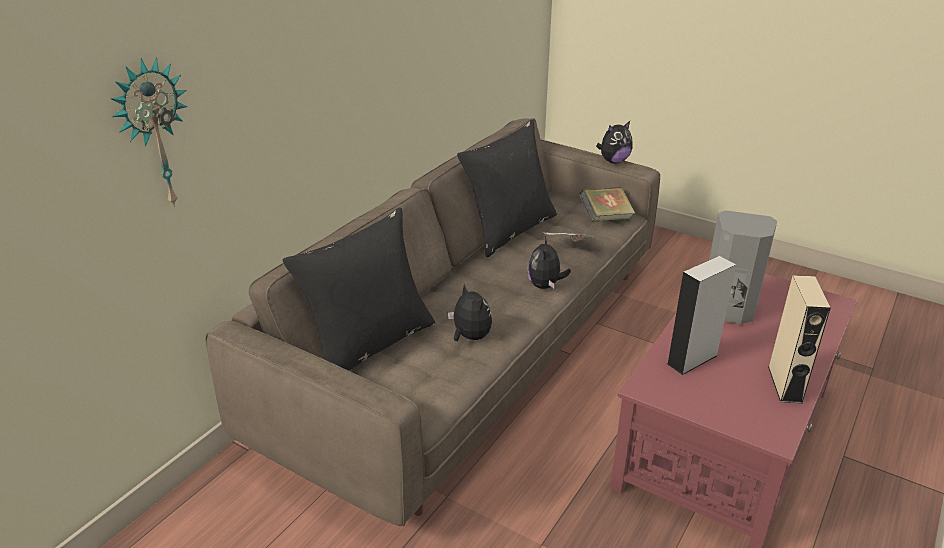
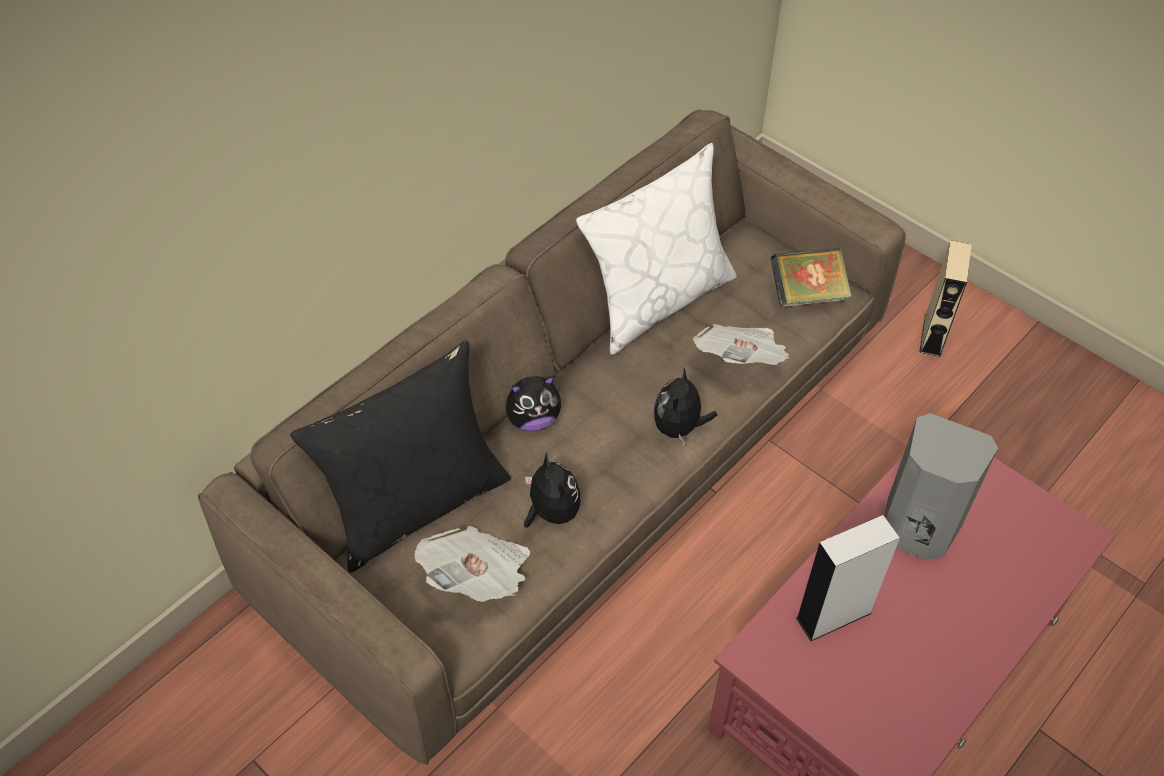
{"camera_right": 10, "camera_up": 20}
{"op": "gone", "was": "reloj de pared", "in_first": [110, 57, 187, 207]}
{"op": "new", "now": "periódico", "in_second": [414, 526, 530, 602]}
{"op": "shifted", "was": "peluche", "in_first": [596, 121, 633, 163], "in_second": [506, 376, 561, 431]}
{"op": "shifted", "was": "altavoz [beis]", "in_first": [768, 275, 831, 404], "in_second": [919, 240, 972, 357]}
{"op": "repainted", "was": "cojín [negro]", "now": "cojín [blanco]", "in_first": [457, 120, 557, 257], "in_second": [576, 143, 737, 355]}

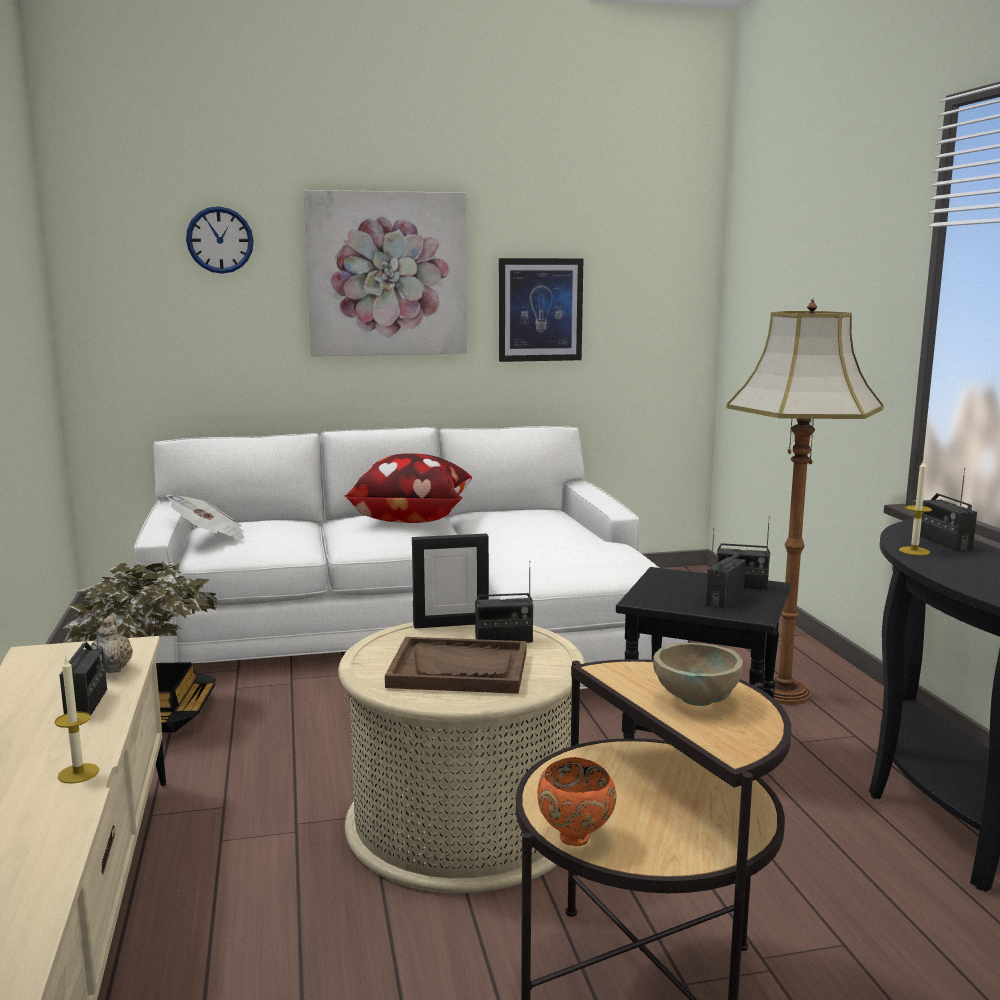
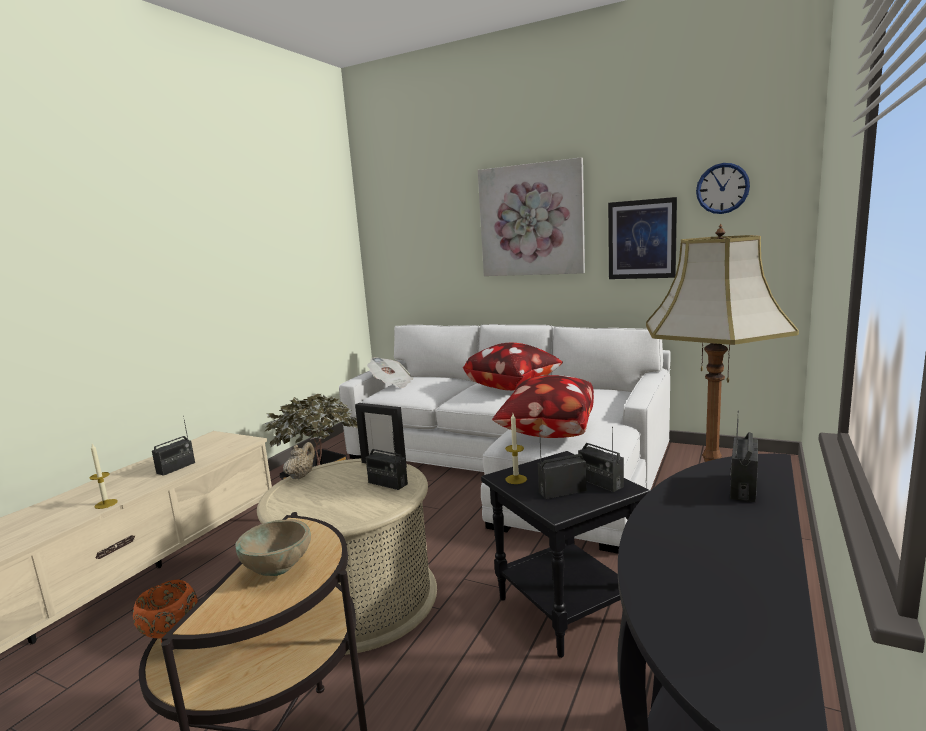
{"camera_right": 40, "camera_up": 0}
{"op": "gone", "was": "bandeja [marrón]", "in_first": [385, 637, 527, 694]}
{"op": "new", "now": "cojín", "in_second": [492, 375, 594, 438]}
{"op": "shifted", "was": "tetera [beis]", "in_first": [91, 616, 133, 673], "in_second": [283, 442, 315, 479]}
{"op": "shifted", "was": "reloj de pared", "in_first": [186, 206, 254, 274], "in_second": [696, 163, 750, 214]}
{"op": "shifted", "was": "vela", "in_first": [899, 460, 932, 555], "in_second": [505, 414, 527, 484]}

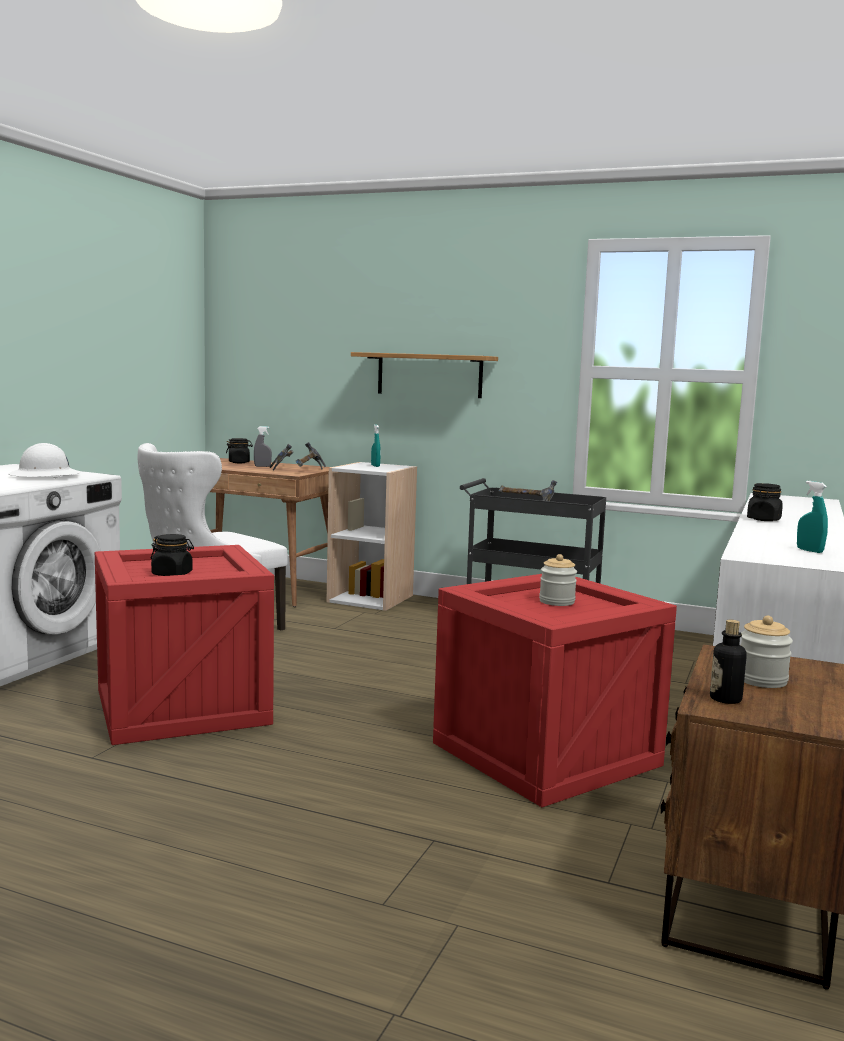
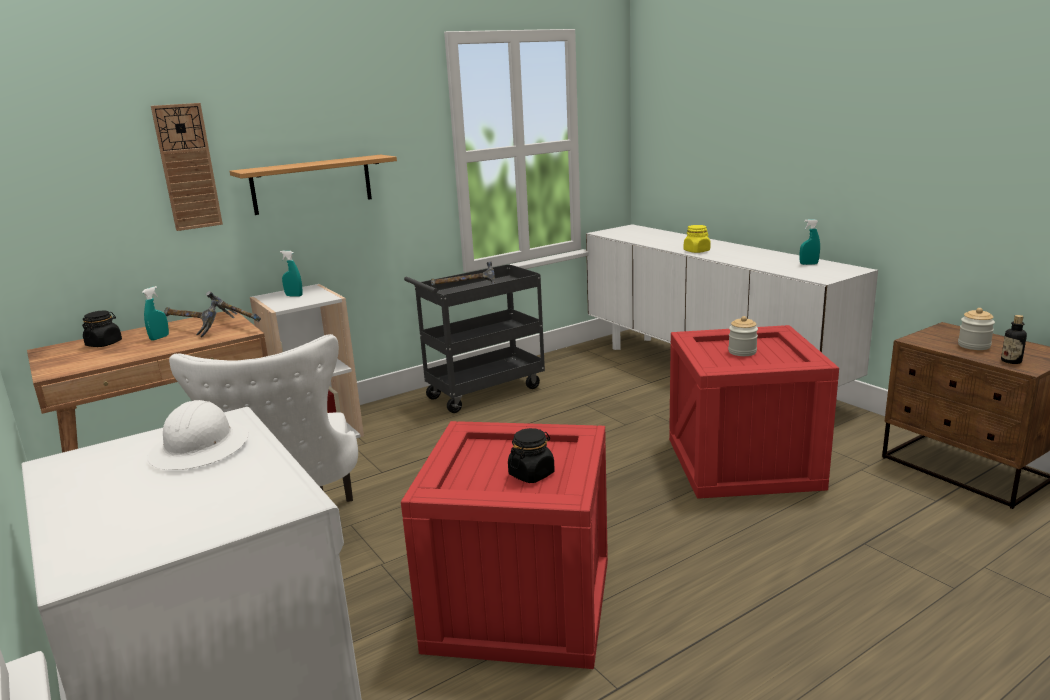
{"camera_right": -55, "camera_up": 10}
{"op": "new", "now": "reloj de pared", "in_second": [151, 103, 223, 231]}
{"op": "repainted", "was": "pulverizador [gris]", "now": "pulverizador [turquesa]", "in_first": [254, 426, 272, 467], "in_second": [142, 286, 169, 341]}
{"op": "repainted", "was": "tarro [negro]", "now": "tarro [amarillo]", "in_first": [747, 483, 783, 521], "in_second": [684, 225, 710, 253]}

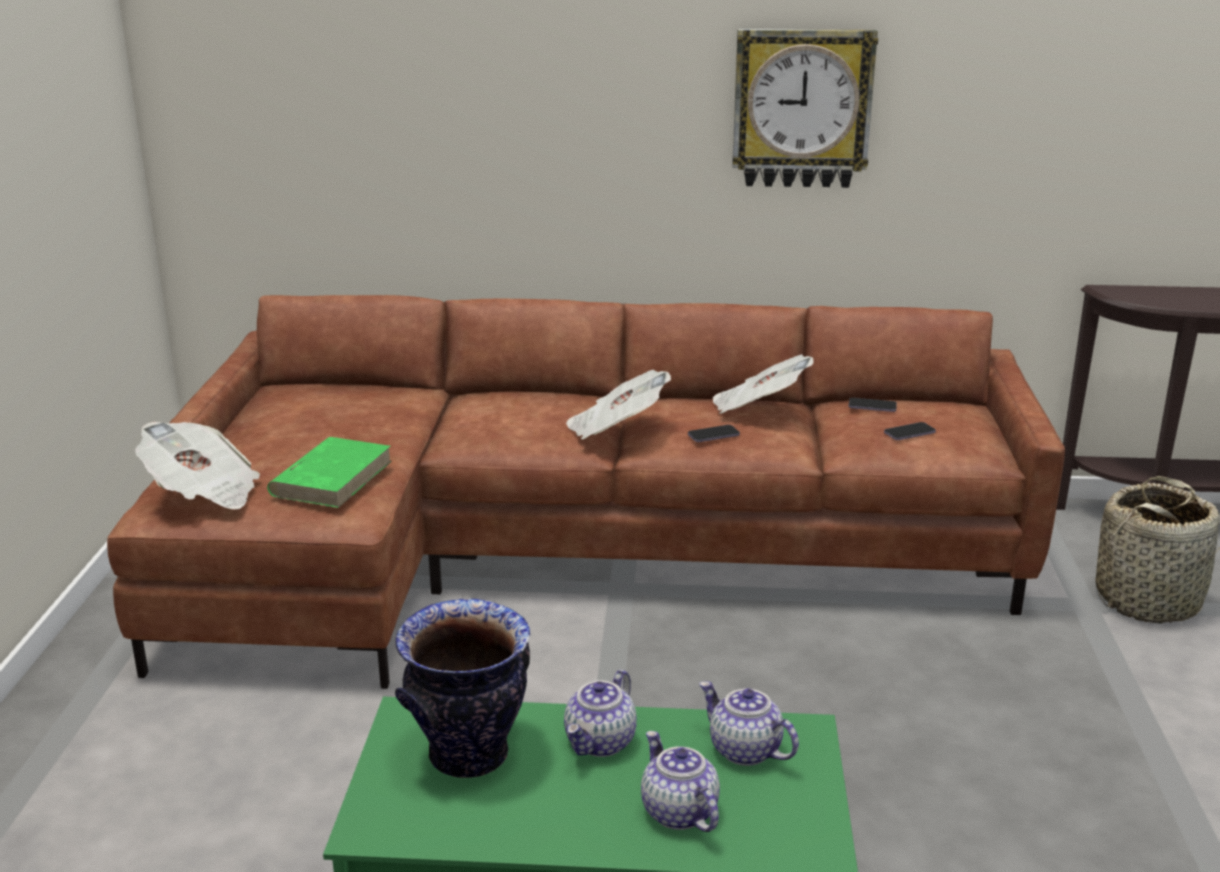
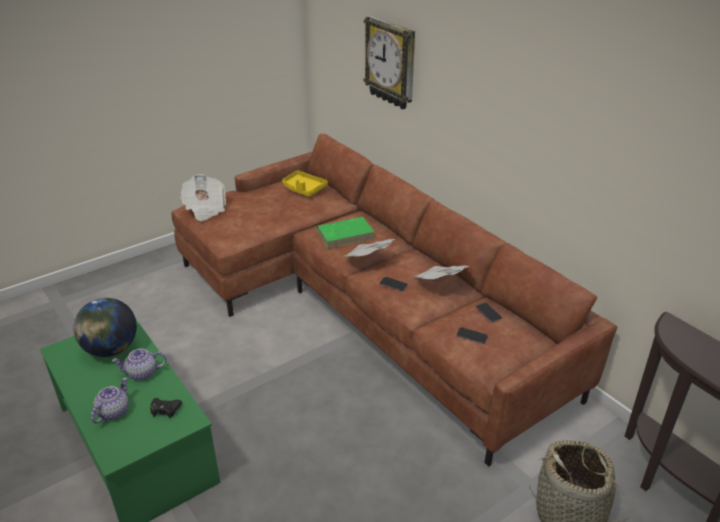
{"camera_right": 50, "camera_up": 10}
{"op": "new", "now": "bandeja [amarillo]", "in_second": [282, 170, 328, 197]}
{"op": "shifted", "was": "libro [verde]", "in_first": [267, 437, 392, 508], "in_second": [317, 217, 375, 248]}
{"op": "shifted", "was": "reloj de pared", "in_first": [732, 29, 878, 188], "in_second": [364, 15, 415, 109]}
{"op": "swapped", "was": "florero", "now": "globo terráqueo", "in_first": [395, 599, 530, 778], "in_second": [74, 298, 137, 357]}
{"op": "swapped", "was": "tetera", "now": "mando de consola [negro]", "in_first": [699, 681, 799, 766], "in_second": [150, 398, 182, 418]}

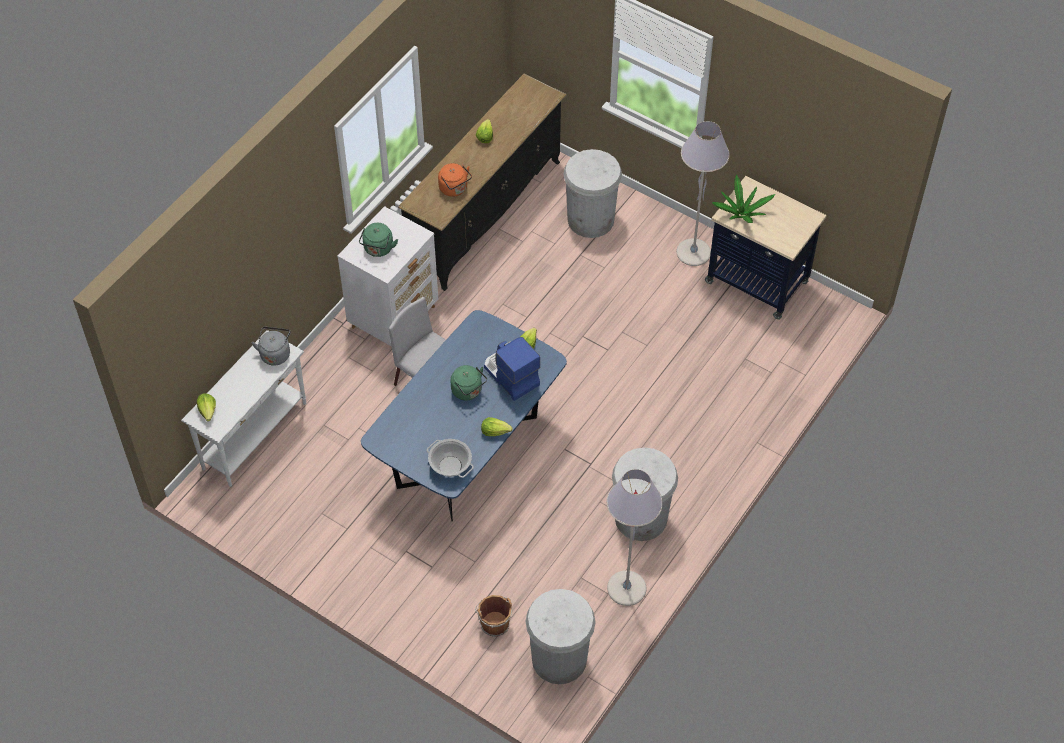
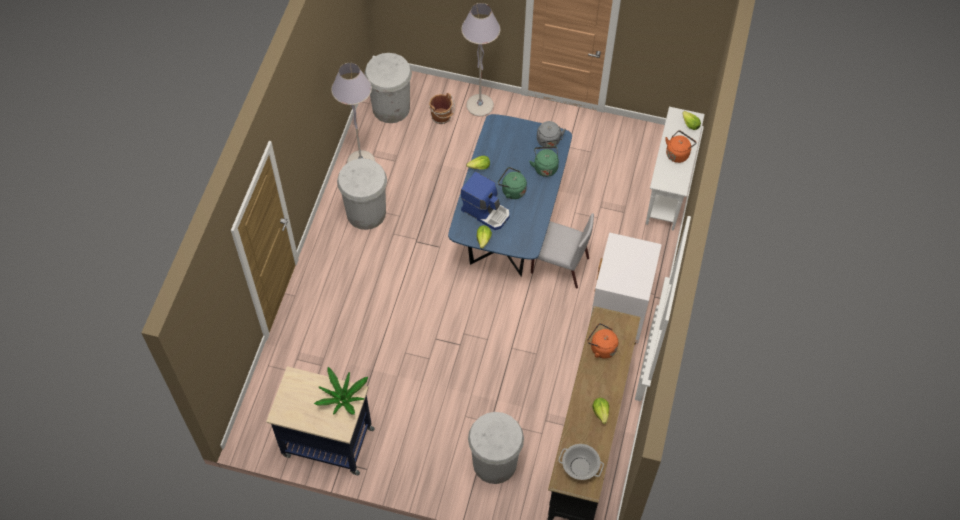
{"camera_right": 160, "camera_up": 5}
{"op": "new", "now": "hervidor [naranja]", "in_second": [665, 130, 697, 163]}
{"op": "shifted", "was": "hervidor [gris]", "in_first": [251, 327, 290, 366], "in_second": [537, 121, 566, 147]}
{"op": "shifted", "was": "hervidor [verde]", "in_first": [359, 223, 398, 257], "in_second": [529, 146, 559, 177]}
{"op": "shifted", "was": "olla", "in_first": [426, 439, 474, 478], "in_second": [558, 444, 604, 480]}
{"op": "shifted", "was": "lámpara de pie [gris]", "in_first": [676, 121, 730, 266], "in_second": [461, 3, 500, 116]}

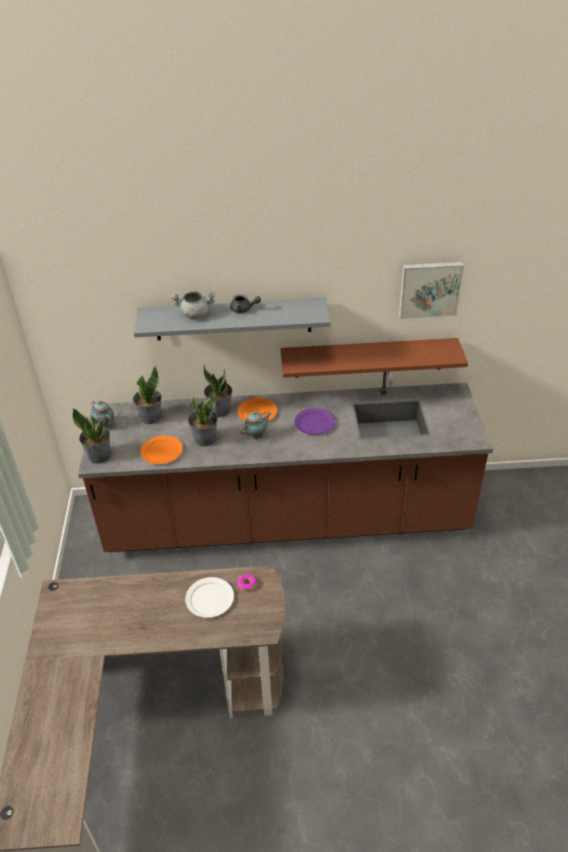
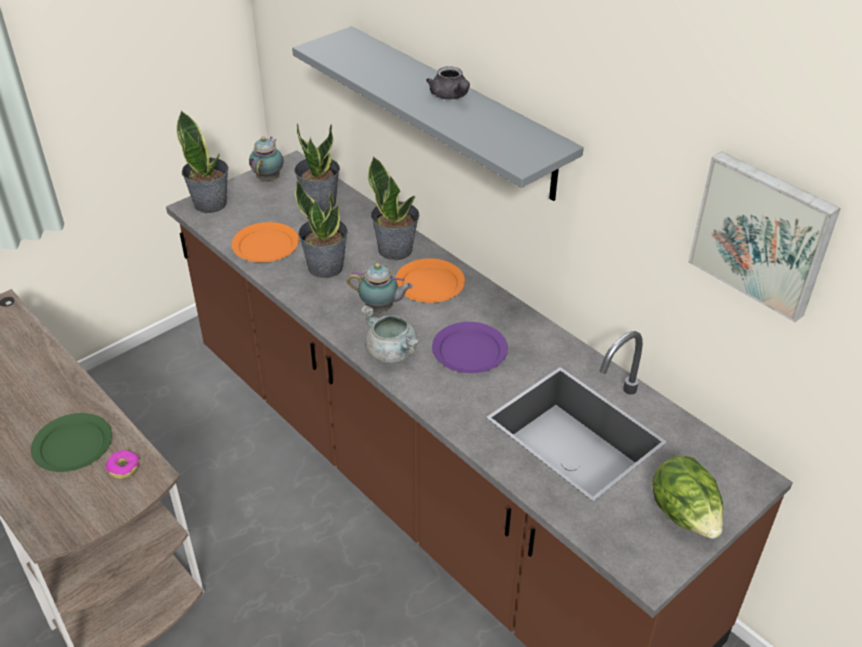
{"camera_right": 50, "camera_up": 0}
{"op": "gone", "was": "estante [marrón]", "in_first": [281, 338, 468, 378]}
{"op": "new", "now": "lechuga", "in_second": [653, 456, 723, 539]}
{"op": "shifted", "was": "olla [gris]", "in_first": [171, 291, 216, 319], "in_second": [360, 305, 420, 364]}
{"op": "repainted", "was": "plato [blanco]", "now": "plato [verde]", "in_first": [185, 577, 234, 618], "in_second": [31, 413, 112, 472]}

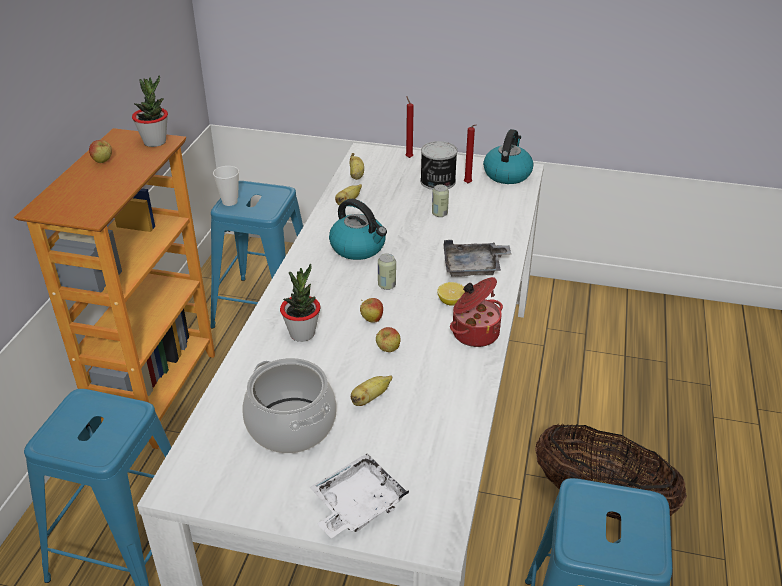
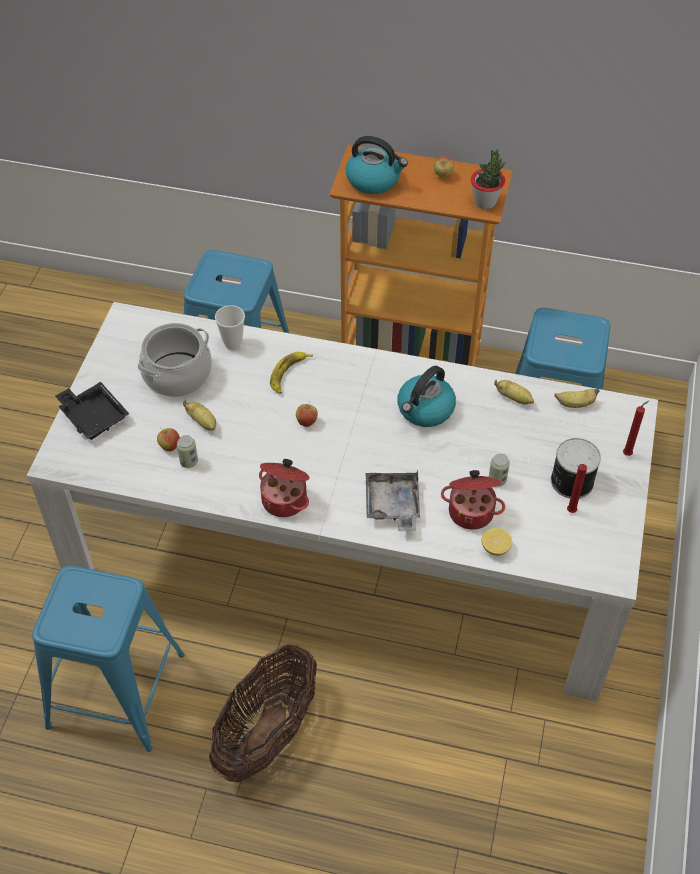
{"camera_right": 90, "camera_up": 15}
{"op": "new", "now": "olla", "in_second": [441, 470, 505, 530]}
{"op": "shifted", "was": "taza", "in_first": [213, 166, 239, 206], "in_second": [215, 305, 245, 350]}
{"op": "shifted", "was": "manzana", "in_first": [376, 327, 401, 352], "in_second": [157, 428, 180, 451]}
{"op": "shifted", "was": "lata", "in_first": [378, 254, 396, 290], "in_second": [177, 435, 198, 468]}
{"op": "shifted", "was": "limón", "in_first": [437, 282, 465, 306], "in_second": [482, 528, 512, 556]}
{"op": "shifted", "was": "hervidor", "in_first": [483, 129, 534, 184], "in_second": [346, 136, 408, 194]}
{"op": "swapped", "was": "planta en maceta", "now": "plátano", "in_first": [280, 263, 321, 342], "in_second": [270, 352, 313, 394]}
{"op": "repainted", "was": "bandeja [blanco]", "now": "bandeja [negro]", "in_first": [310, 454, 409, 538], "in_second": [55, 382, 129, 440]}

